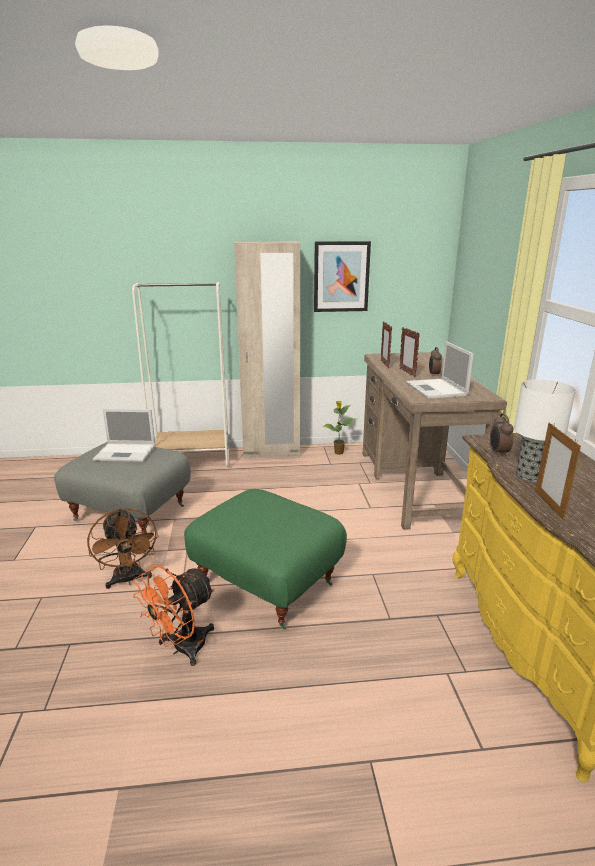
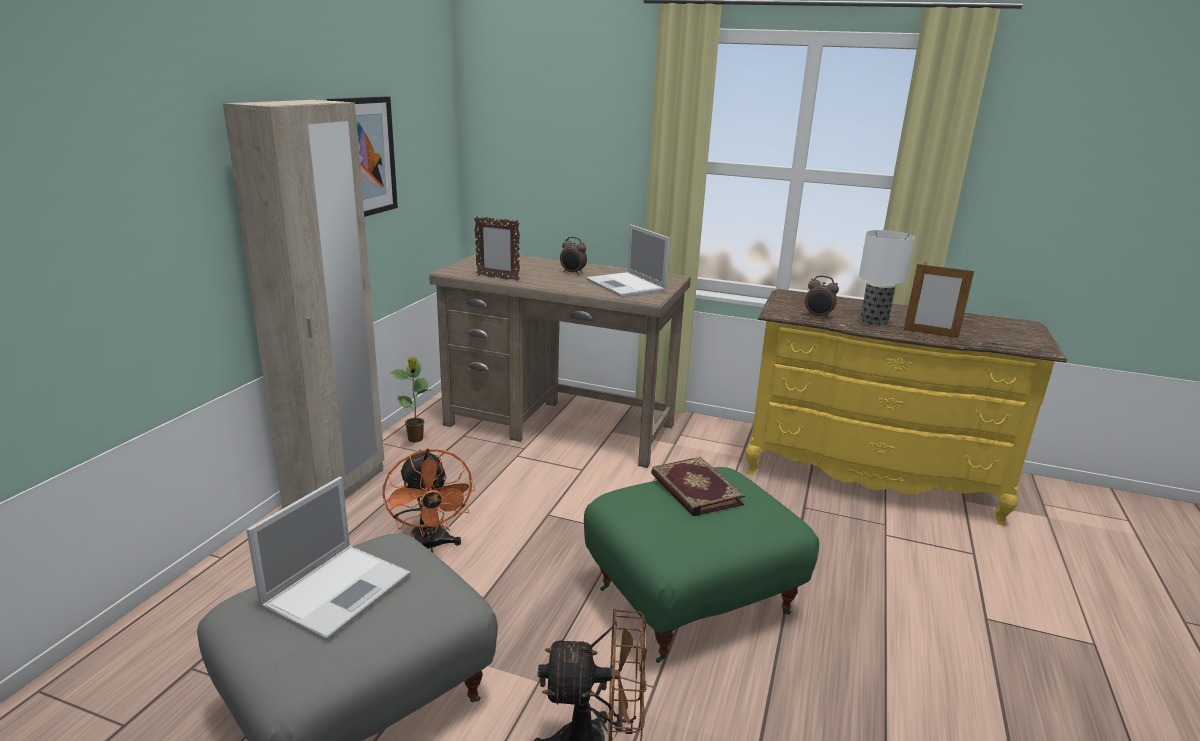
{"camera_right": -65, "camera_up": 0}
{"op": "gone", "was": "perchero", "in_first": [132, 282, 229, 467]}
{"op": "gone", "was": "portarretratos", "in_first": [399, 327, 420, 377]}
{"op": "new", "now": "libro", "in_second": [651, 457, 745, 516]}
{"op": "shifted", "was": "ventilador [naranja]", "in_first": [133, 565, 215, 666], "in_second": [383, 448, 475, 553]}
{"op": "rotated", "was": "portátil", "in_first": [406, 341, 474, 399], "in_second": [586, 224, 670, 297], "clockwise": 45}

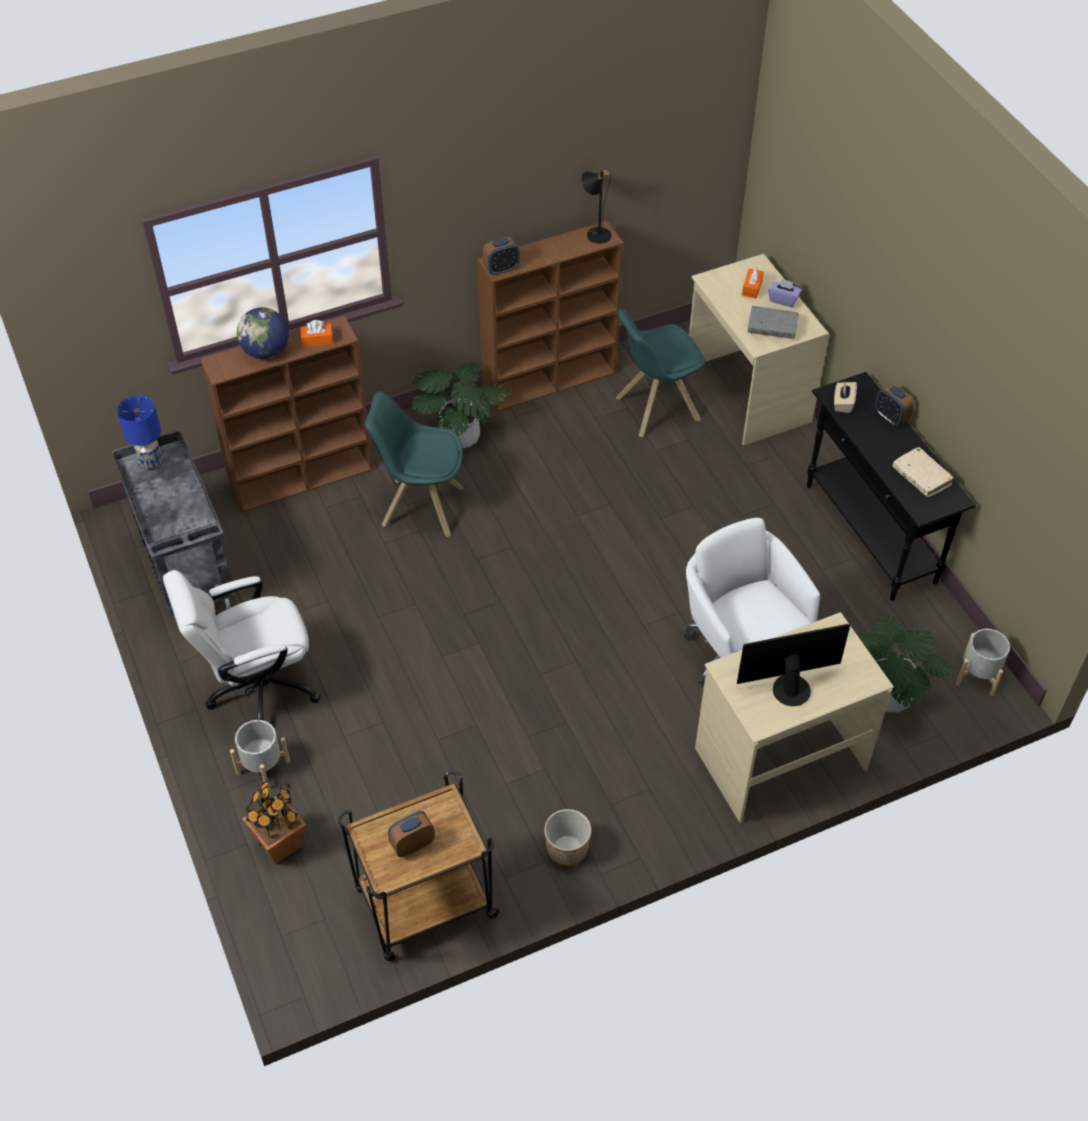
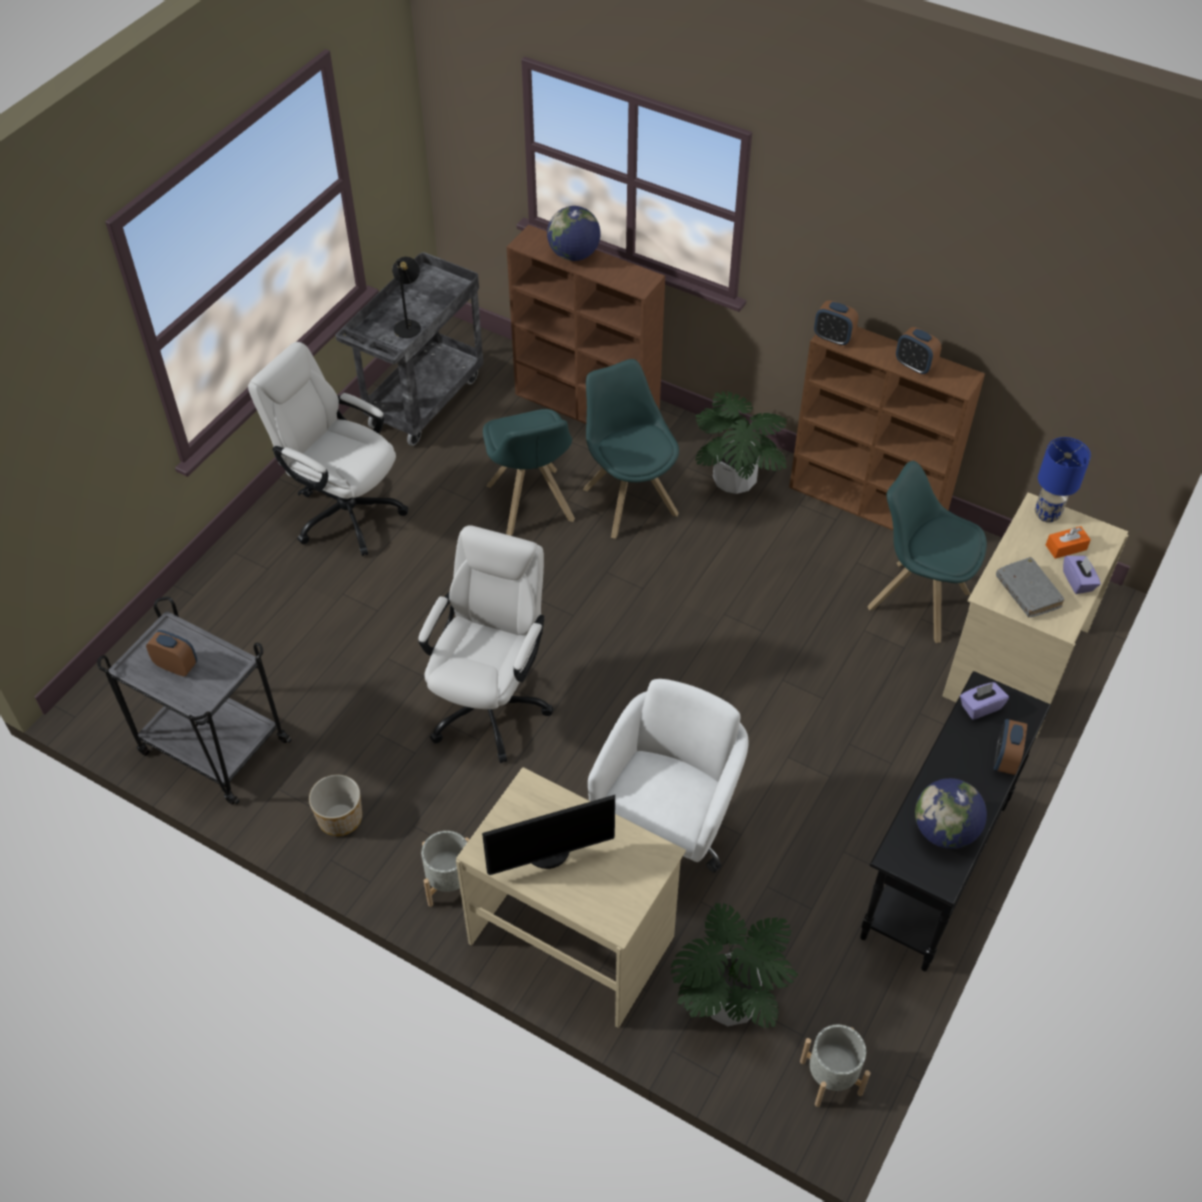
{"camera_right": 55, "camera_up": 0}
{"op": "gone", "was": "planta en maceta", "in_first": [243, 781, 306, 864]}
{"op": "gone", "was": "caja de pañuelos [naranja]", "in_first": [300, 320, 333, 347]}
{"op": "new", "now": "silla de oficina [blanco]", "in_second": [418, 525, 553, 763]}
{"op": "new", "now": "silla [turquesa]", "in_second": [483, 409, 575, 536]}
{"op": "new", "now": "despertador", "in_second": [896, 327, 941, 374]}
{"op": "shifted", "was": "lámpara de mesa [azul]", "in_first": [117, 395, 162, 469], "in_second": [1035, 437, 1091, 522]}
{"op": "shifted", "was": "maceta [gris]", "in_first": [230, 720, 290, 790], "in_second": [421, 831, 469, 907]}
{"op": "shifted", "was": "lámpara de mesa [negro]", "in_first": [581, 170, 612, 244], "in_second": [392, 257, 421, 338]}
{"op": "swapped", "was": "libro [beis]", "now": "globo terráqueo", "in_first": [893, 447, 953, 497], "in_second": [915, 778, 987, 849]}
{"op": "repainted", "was": "carrito [marrón]", "now": "carrito [gris]", "in_first": [338, 770, 501, 961], "in_second": [97, 597, 292, 805]}
{"op": "repainted", "was": "caja de pañuelos [beis]", "now": "caja de pañuelos [morado]", "in_first": [834, 382, 857, 413], "in_second": [960, 682, 1009, 720]}
{"op": "rotated", "was": "monitor", "in_first": [737, 624, 850, 706], "in_second": [482, 795, 615, 875], "clockwise": 120}

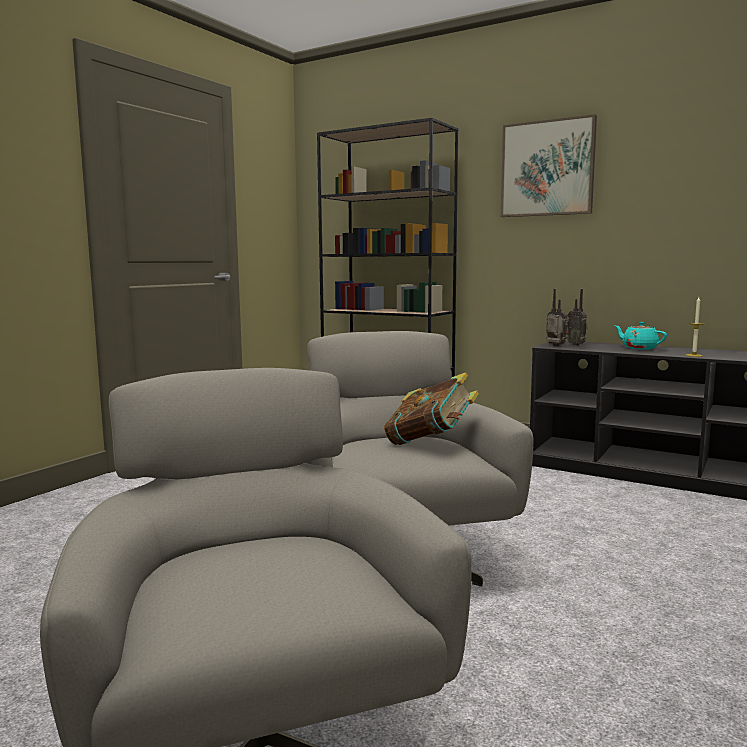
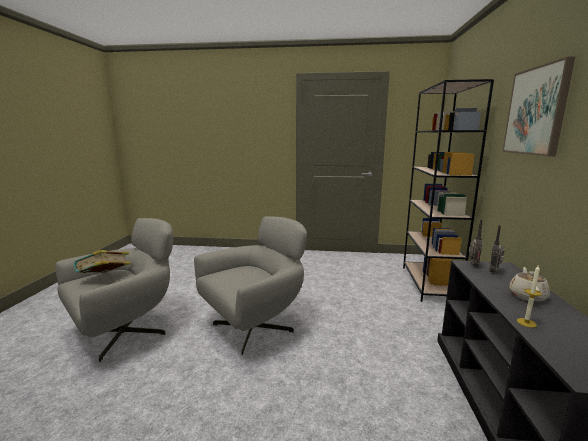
{"camera_right": 65, "camera_up": 5}
{"op": "shifted", "was": "libro", "in_first": [384, 372, 479, 445], "in_second": [74, 250, 131, 273]}
{"op": "repainted", "was": "tetera [turquesa]", "now": "tetera [beis]", "in_first": [615, 322, 667, 350], "in_second": [509, 267, 550, 302]}

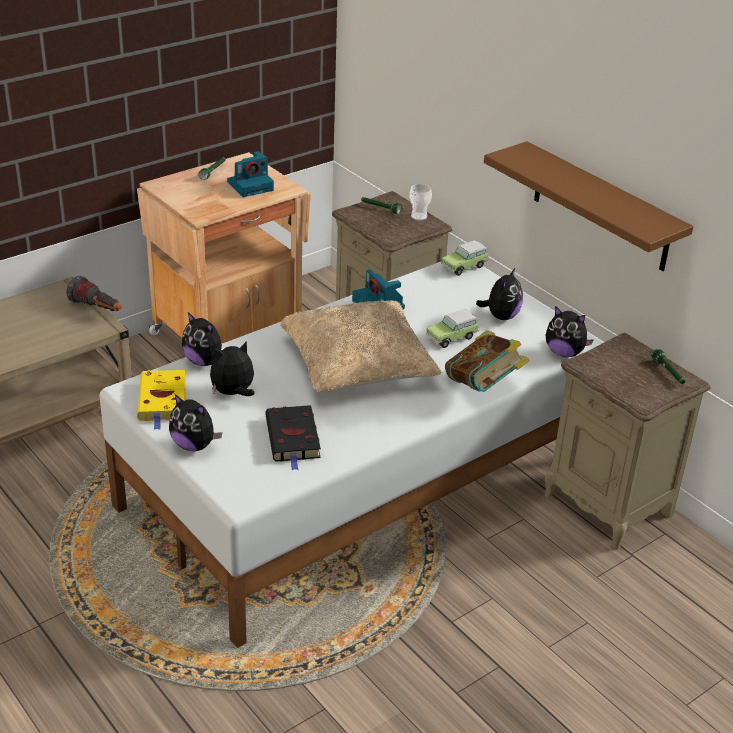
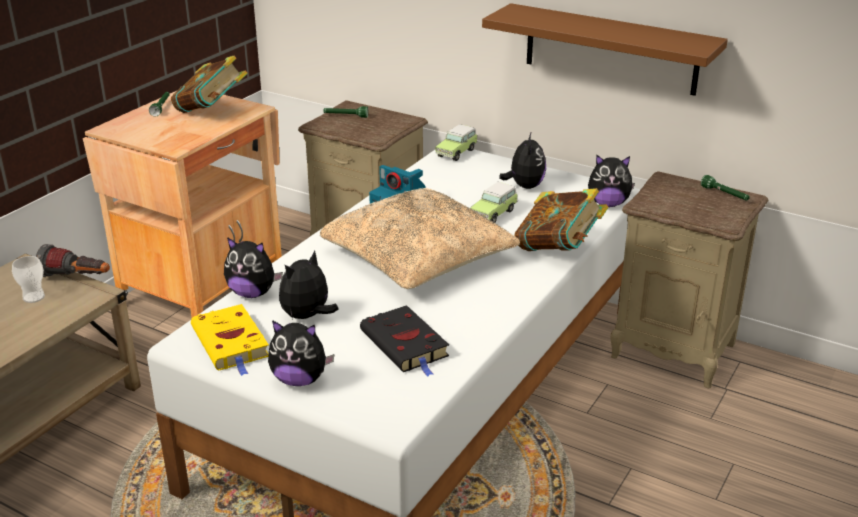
{"camera_right": -20, "camera_up": -5}
{"op": "shifted", "was": "taza", "in_first": [409, 184, 432, 221], "in_second": [12, 256, 45, 303]}
{"op": "swapped", "was": "cámara", "now": "libro", "in_first": [227, 151, 274, 197], "in_second": [171, 56, 248, 113]}

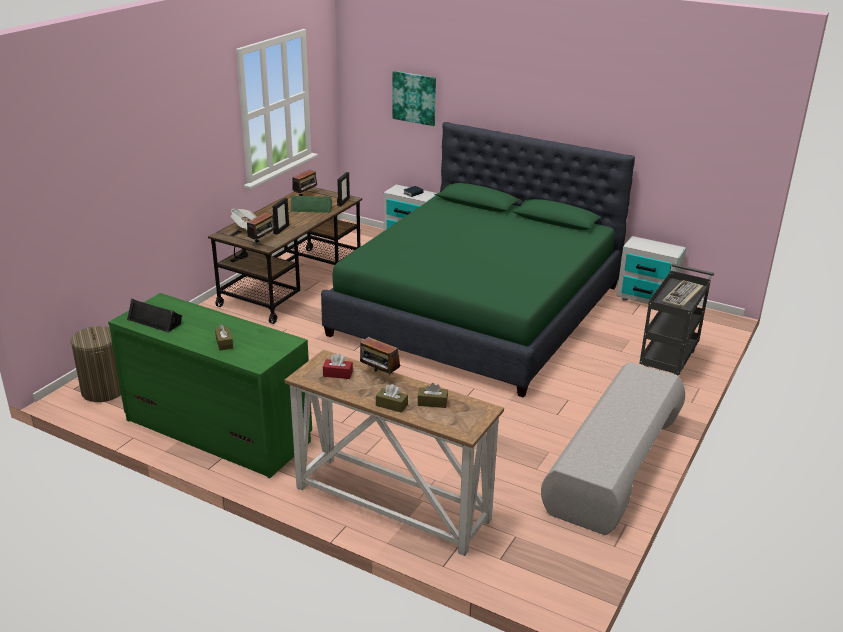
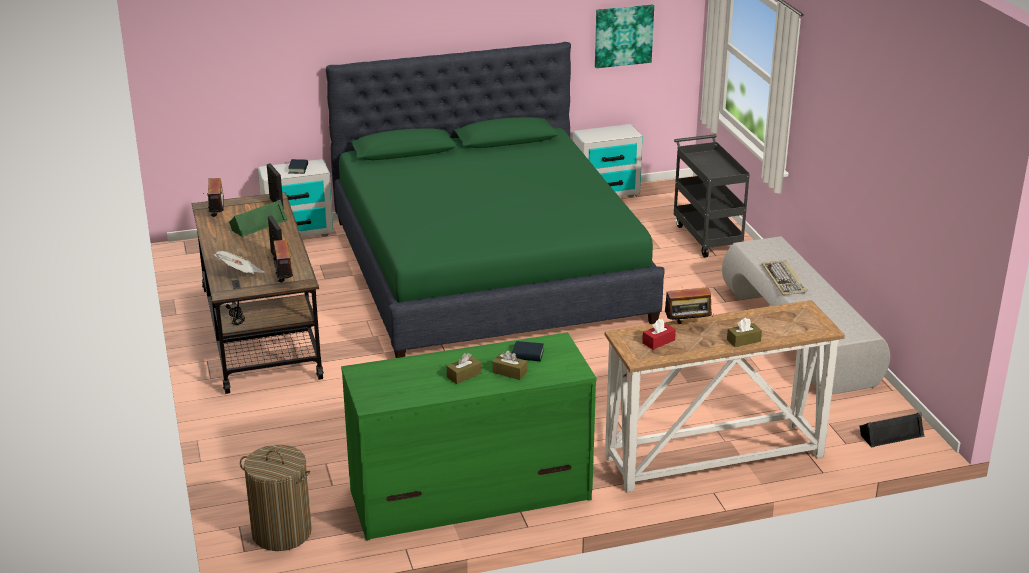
{"camera_right": -45, "camera_up": 0}
{"op": "new", "now": "libro", "in_second": [512, 341, 544, 361]}
{"op": "shifted", "was": "altavoz [negro]", "in_first": [127, 299, 182, 333], "in_second": [860, 412, 924, 448]}
{"op": "shifted", "was": "cuadro", "in_first": [393, 71, 436, 126], "in_second": [595, 5, 654, 68]}
{"op": "shifted", "was": "caja de pañuelos [marrón]", "in_first": [418, 383, 448, 408], "in_second": [447, 353, 481, 384]}
{"op": "shifted", "was": "teclado", "in_first": [662, 280, 703, 308], "in_second": [762, 260, 807, 295]}

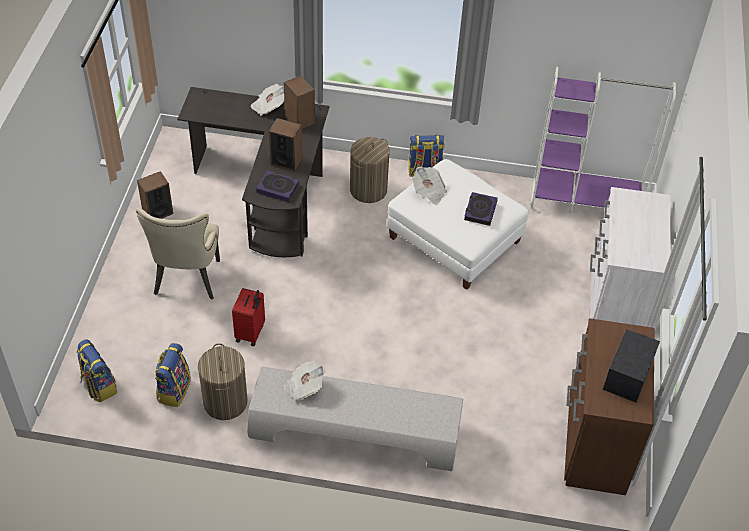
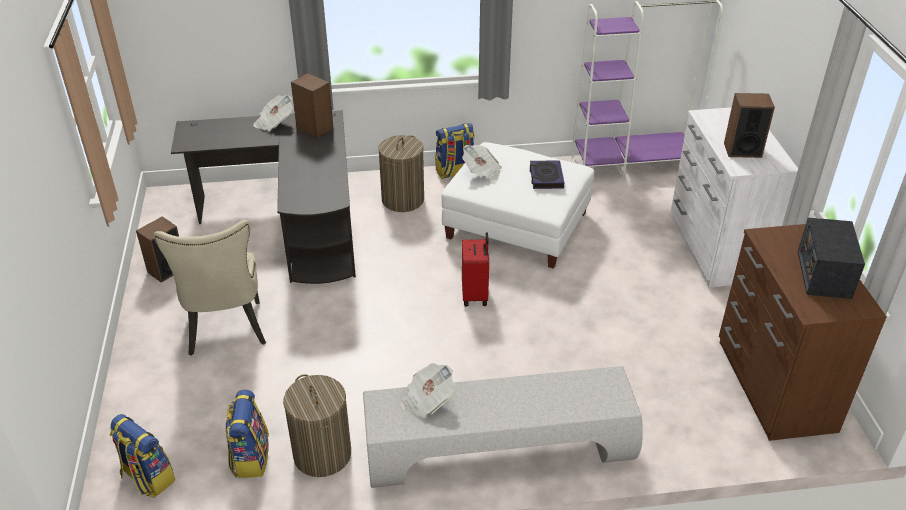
{"camera_right": -15, "camera_up": -10}
{"op": "gone", "was": "libro", "in_first": [256, 171, 300, 202]}
{"op": "shifted", "was": "maleta [rojo]", "in_first": [232, 288, 265, 346], "in_second": [462, 232, 489, 307]}
{"op": "shifted", "was": "altavoz", "in_first": [269, 118, 303, 172], "in_second": [724, 93, 775, 158]}

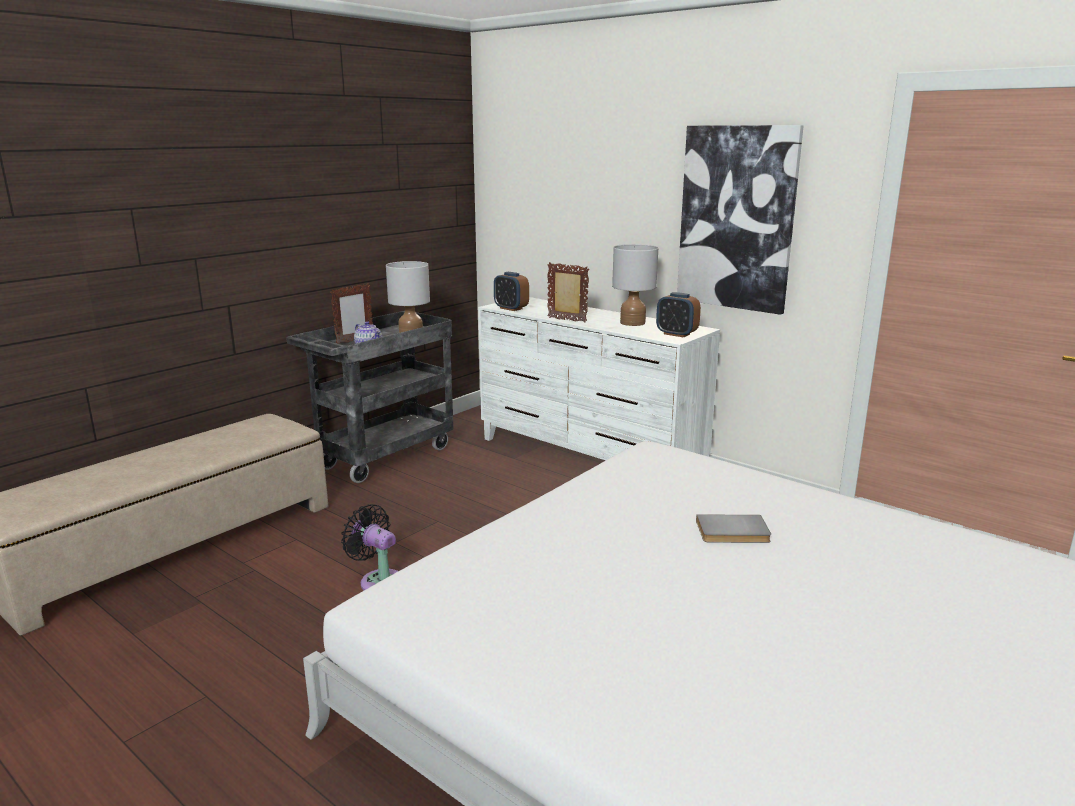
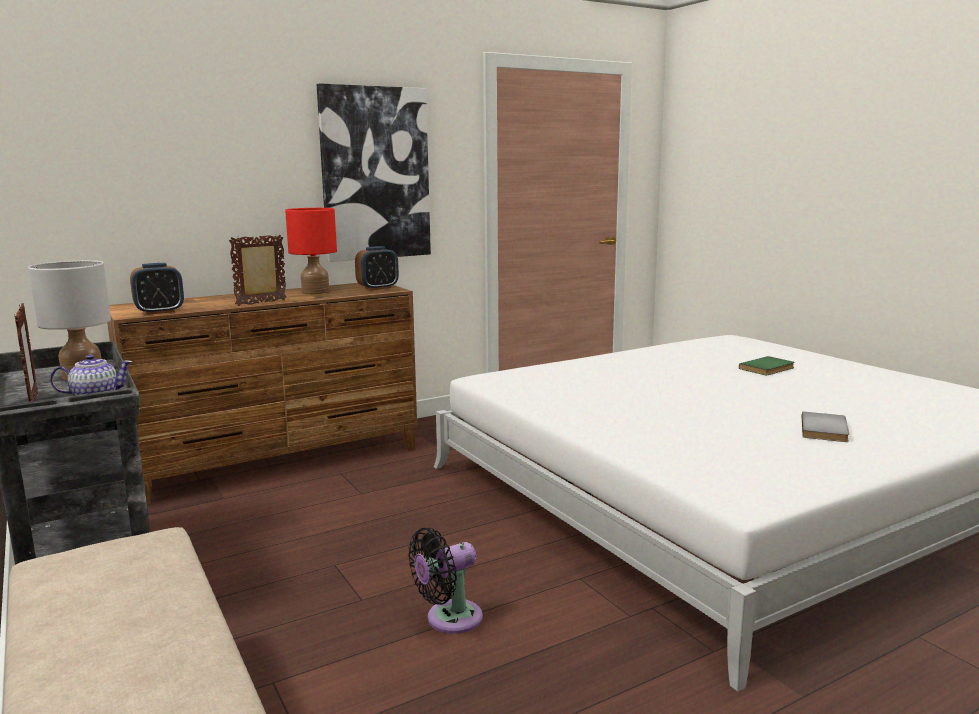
{"camera_right": -70, "camera_up": -5}
{"op": "new", "now": "libro [verde]", "in_second": [739, 356, 795, 375]}
{"op": "shifted", "was": "libro [gris]", "in_first": [696, 514, 771, 543], "in_second": [802, 412, 849, 442]}
{"op": "repainted", "was": "cómoda [blanco]", "now": "cómoda [marrón]", "in_first": [478, 297, 720, 460], "in_second": [107, 283, 417, 505]}
{"op": "repainted", "was": "lámpara de mesa [gris]", "now": "lámpara de mesa [rojo]", "in_first": [612, 244, 658, 326], "in_second": [285, 208, 337, 294]}

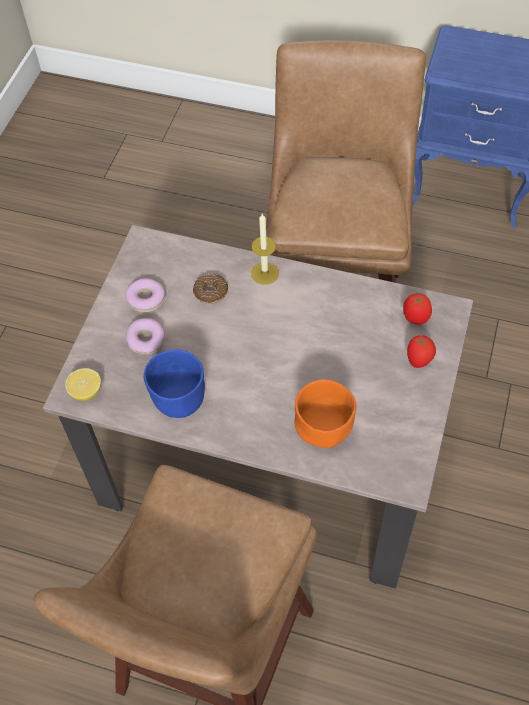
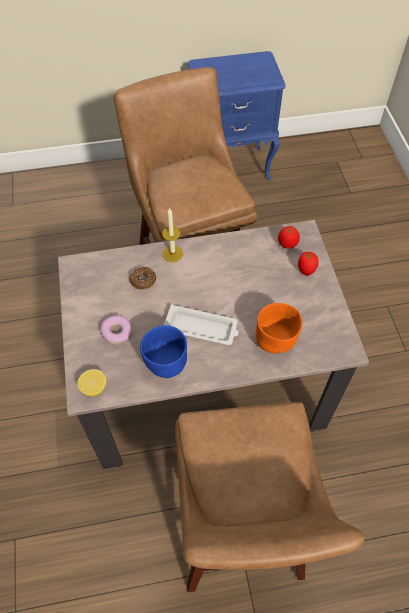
{"camera_right": -30, "camera_up": 0}
{"op": "gone", "was": "rosquilla", "in_first": [125, 278, 165, 313]}
{"op": "new", "now": "bandeja [blanco]", "in_second": [164, 305, 239, 345]}

